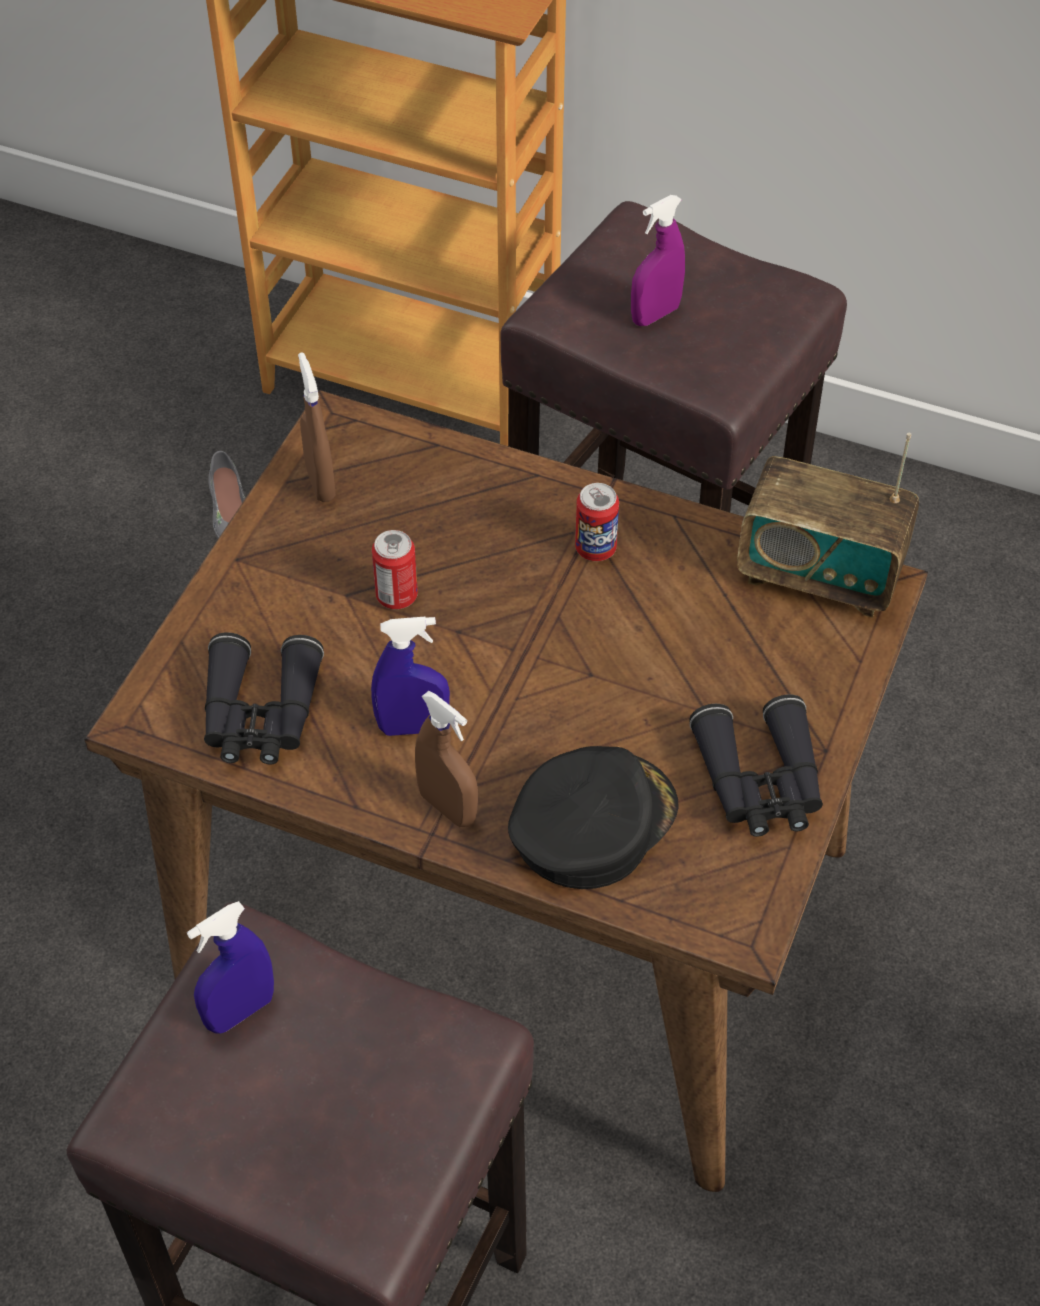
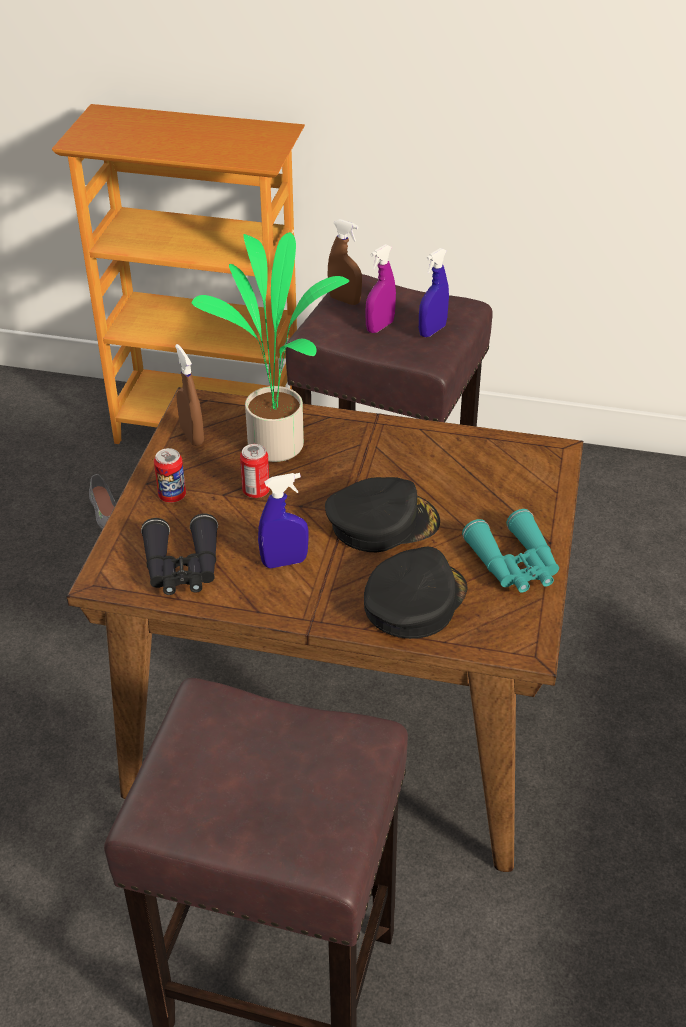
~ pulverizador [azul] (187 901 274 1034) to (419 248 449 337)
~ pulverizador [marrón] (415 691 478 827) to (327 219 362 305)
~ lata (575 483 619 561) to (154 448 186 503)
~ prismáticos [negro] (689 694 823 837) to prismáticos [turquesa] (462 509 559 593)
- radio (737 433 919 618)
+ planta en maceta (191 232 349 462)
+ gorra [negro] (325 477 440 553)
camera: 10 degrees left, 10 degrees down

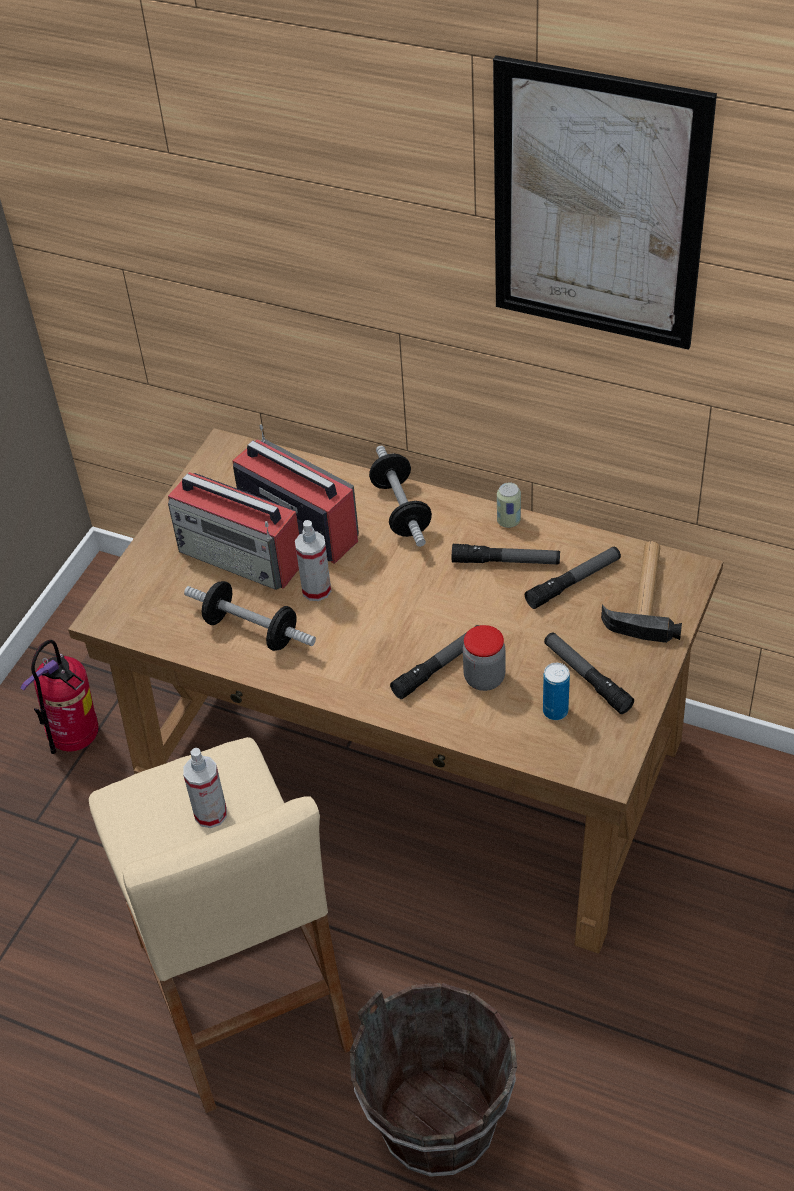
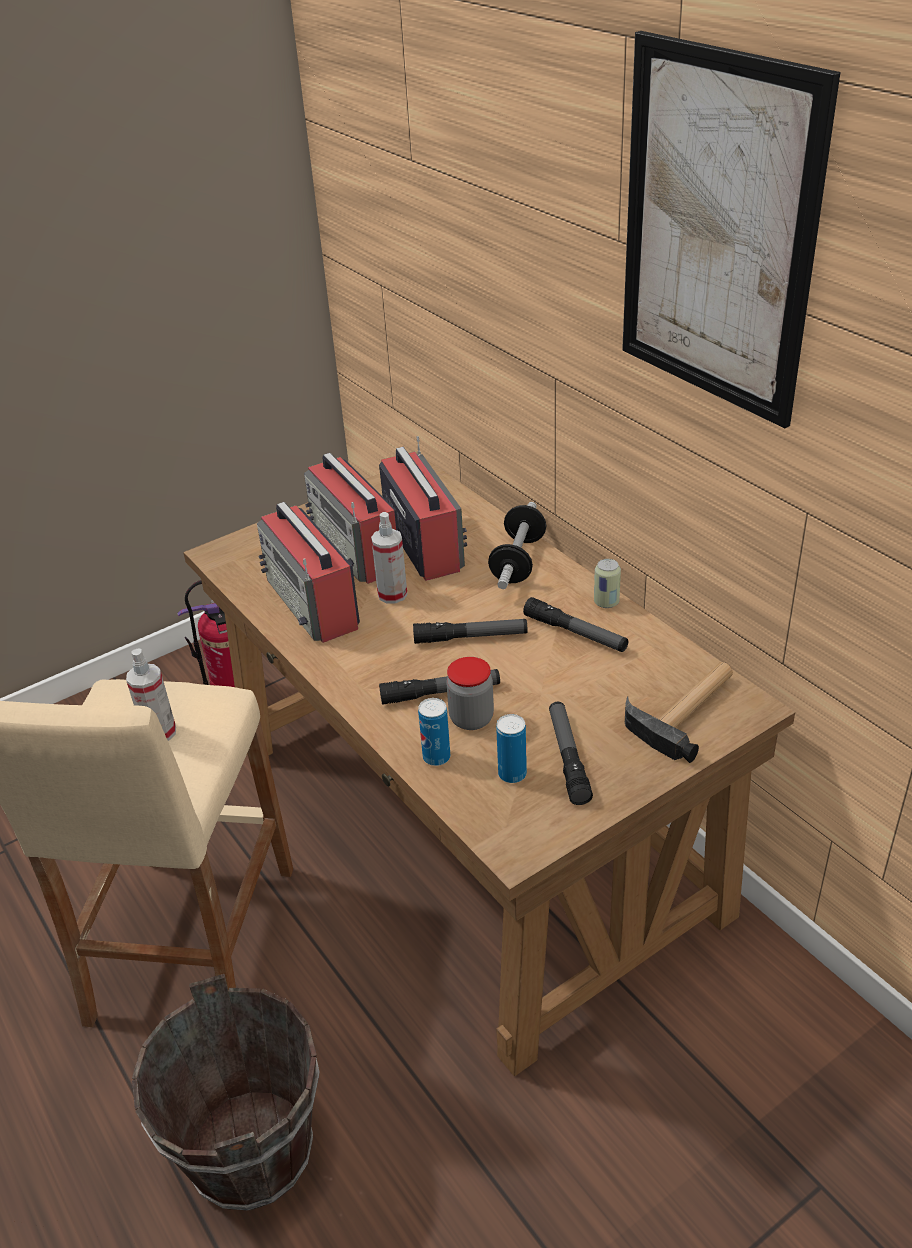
~ mancuerna (184 581 316 651) to radio (257 502 360 643)
~ linterna (525 547 621 609) to (413 619 528 644)
+ lata (418 698 450 766)
camera: 30 degrees right, 10 degrees down

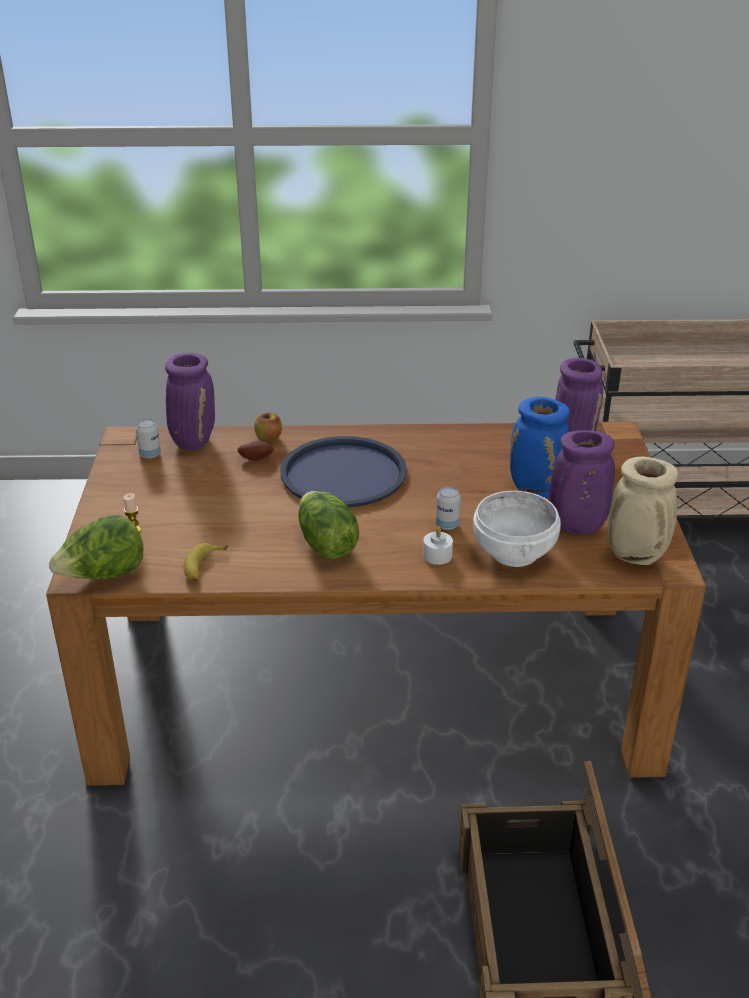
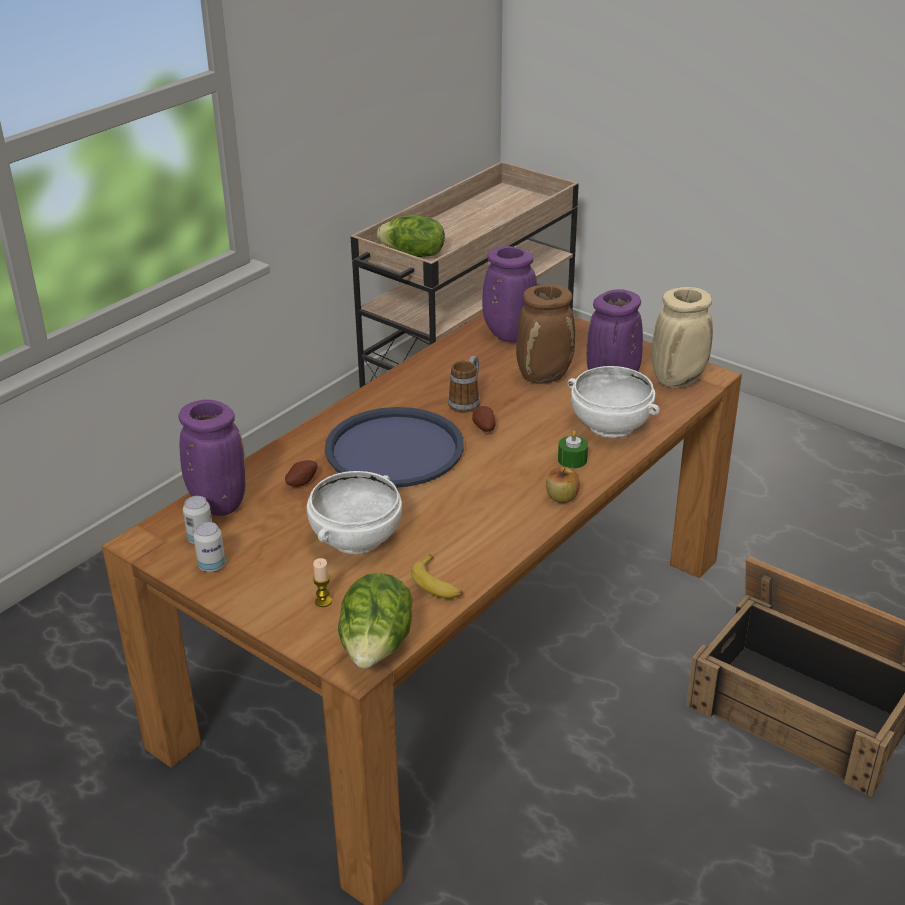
~ manzana (254 413 282 442) to (546 467 580 503)
~ lechuga (298 491 359 559) to (377 215 445 257)
~ vela [blanco] (423 527 453 565) to vela [verde] (558 430 588 468)
~ lata (436 486 461 530) to (193 522 225 572)
~ florero [azul] (510 397 570 498) to florero [marrón] (516 284 575 384)
+ cuenco [blanco] (307 471 402 554)
+ taza grande (448 356 480 413)
+ patata (472 406 496 432)
camera: 50 degrees left, 0 degrees up

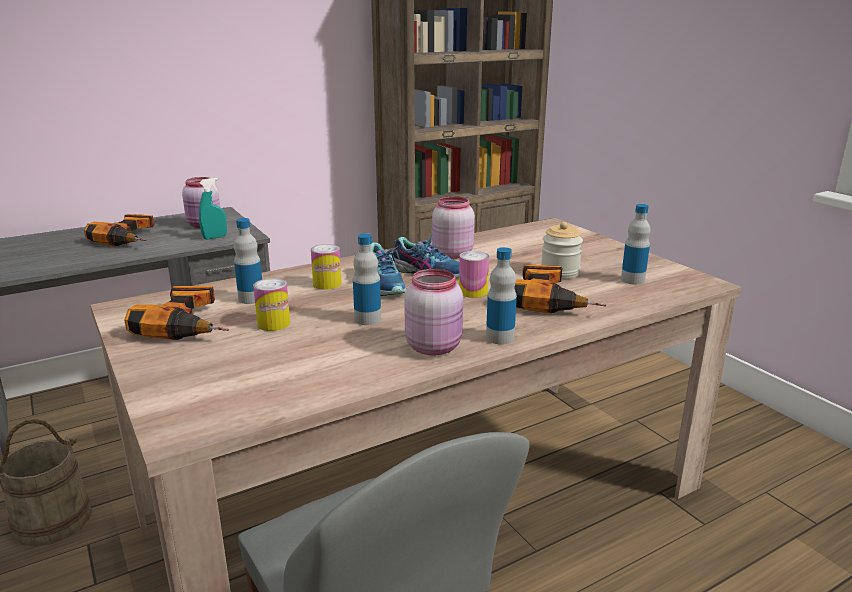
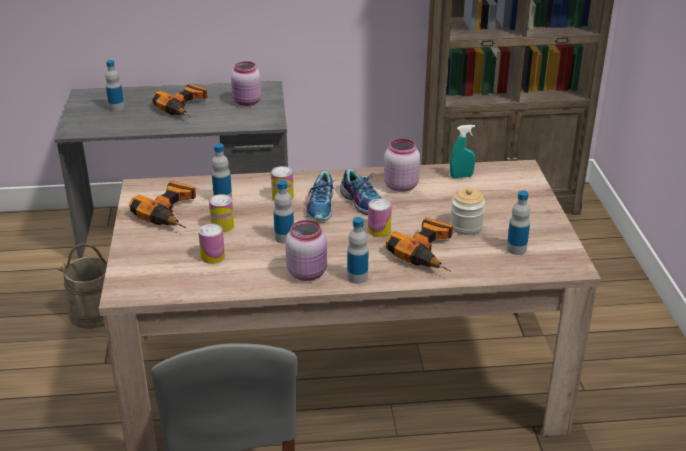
~ pulverizador [turquesa] (199 178 227 240) to (450 125 475 178)
+ botella (105 60 124 111)
+ lata (198 224 225 264)
camera: 25 degrees right, 10 degrees up

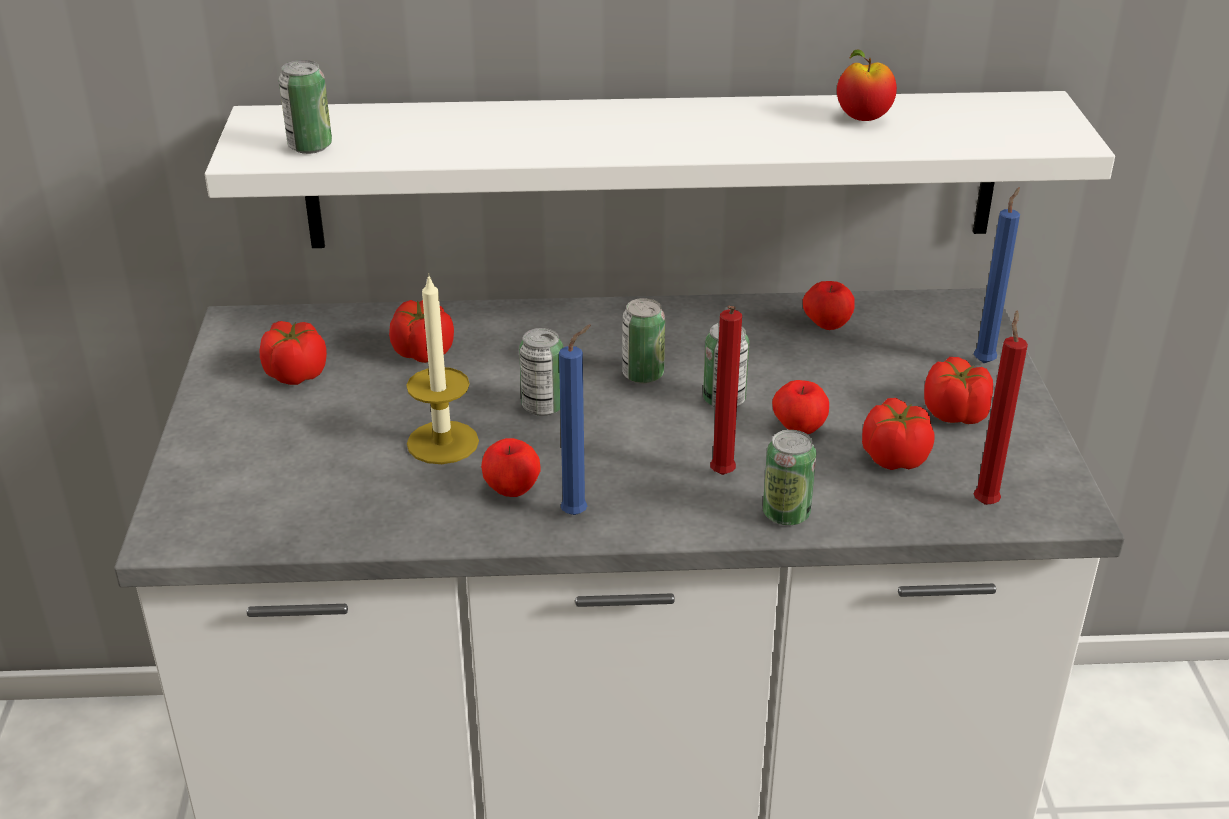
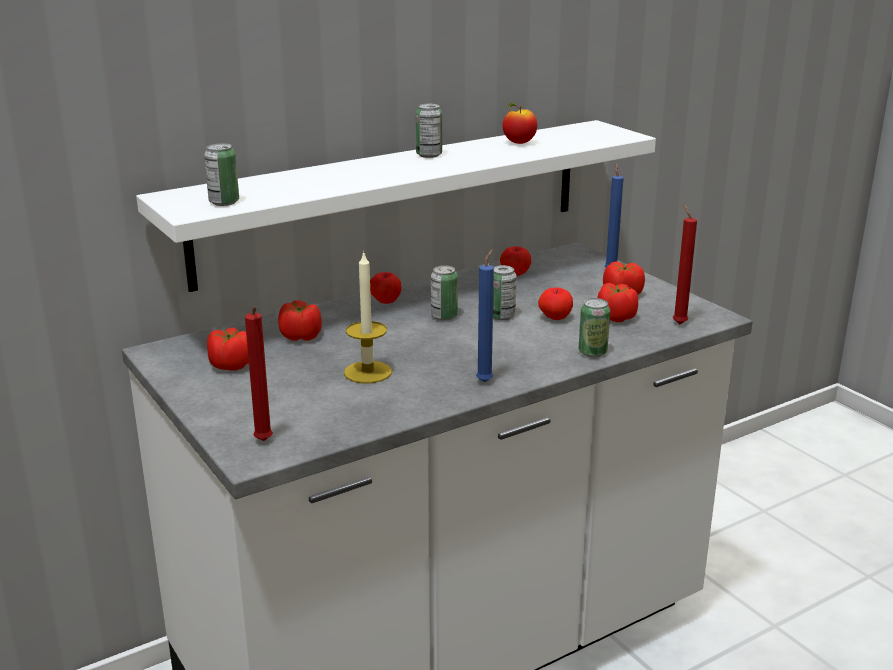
~ manzana (481 438 540 497) to (370 272 402 304)
~ lata (519 328 563 416) to (416 104 442 158)
~ vela [rojo] (710 306 742 475) to (245 307 273 441)
camera: 30 degrees left, 10 degrees down

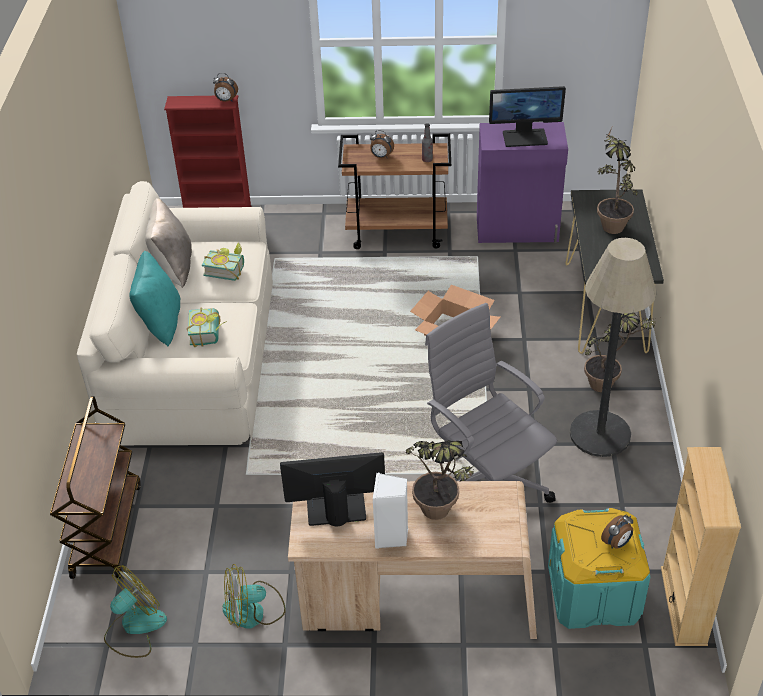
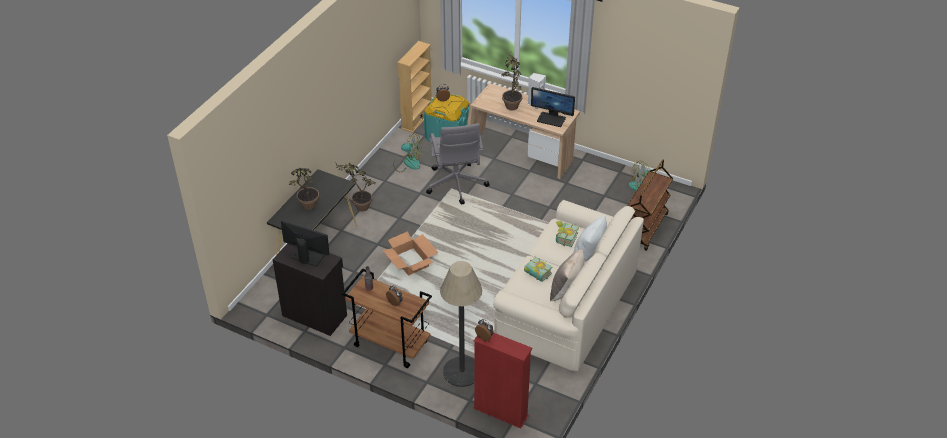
~ cojín [turquesa] (129 251 180 347) to cojín [blanco] (574 216 607 262)
~ ventilador (222 564 286 629) to (393 133 421 172)
~ armario [morado] (477 122 568 243) to armario [negro] (273 243 347 336)
~ lámpara de pie (570 238 657 457) to (440 261 482 387)
camera: 155 degrees left, 0 degrees up

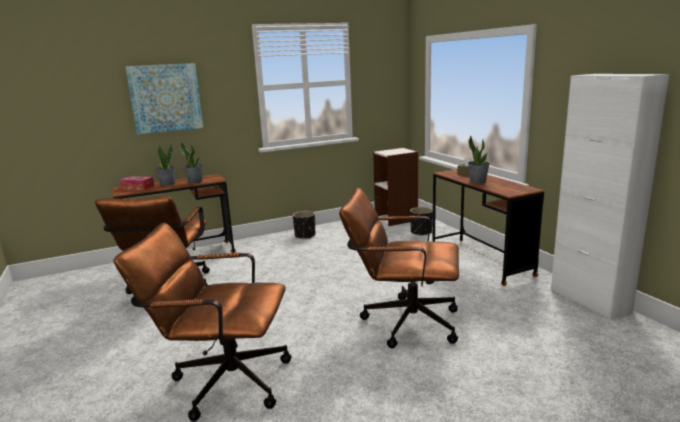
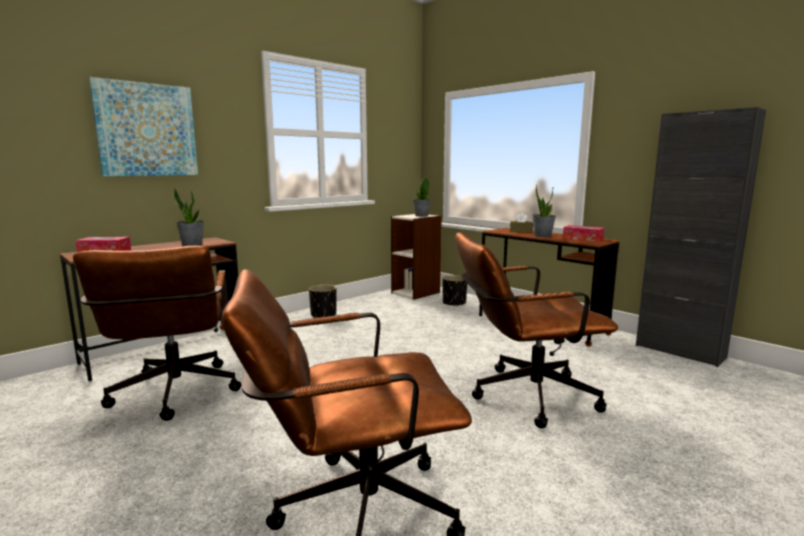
~ planta en maceta (155 144 175 186) to (413 176 431 217)
~ armario [blanco] (551 74 669 320) to armario [negro] (636 107 766 367)
+ caja de pañuelos (563 225 604 242)
camera: 20 degrees left, 5 degrees down

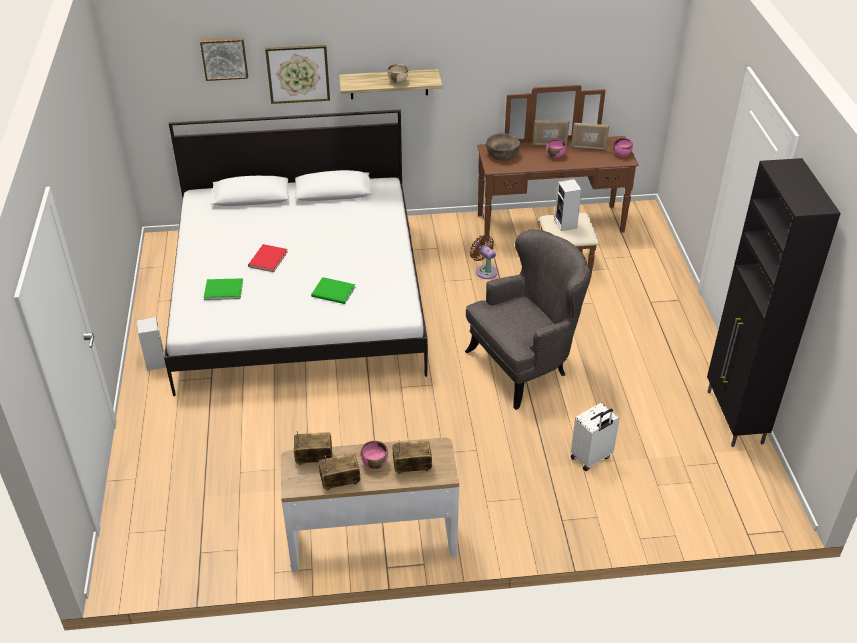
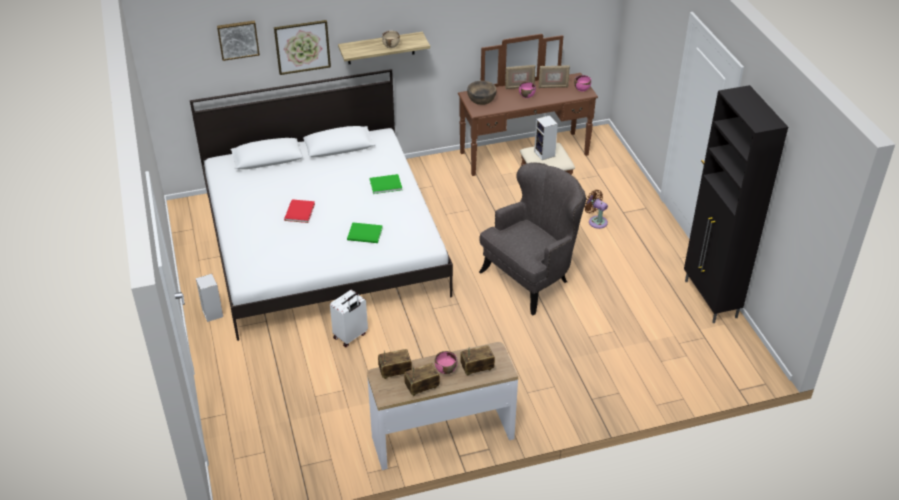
~ libro [verde] (204 278 243 300) to (369 174 402 194)
~ ventilador [marrón] (470 235 498 279) to (584 190 608 229)
~ maleta [blanco] (571 403 620 471) to (330 290 368 347)
camera: 10 degrees left, 0 degrees up

